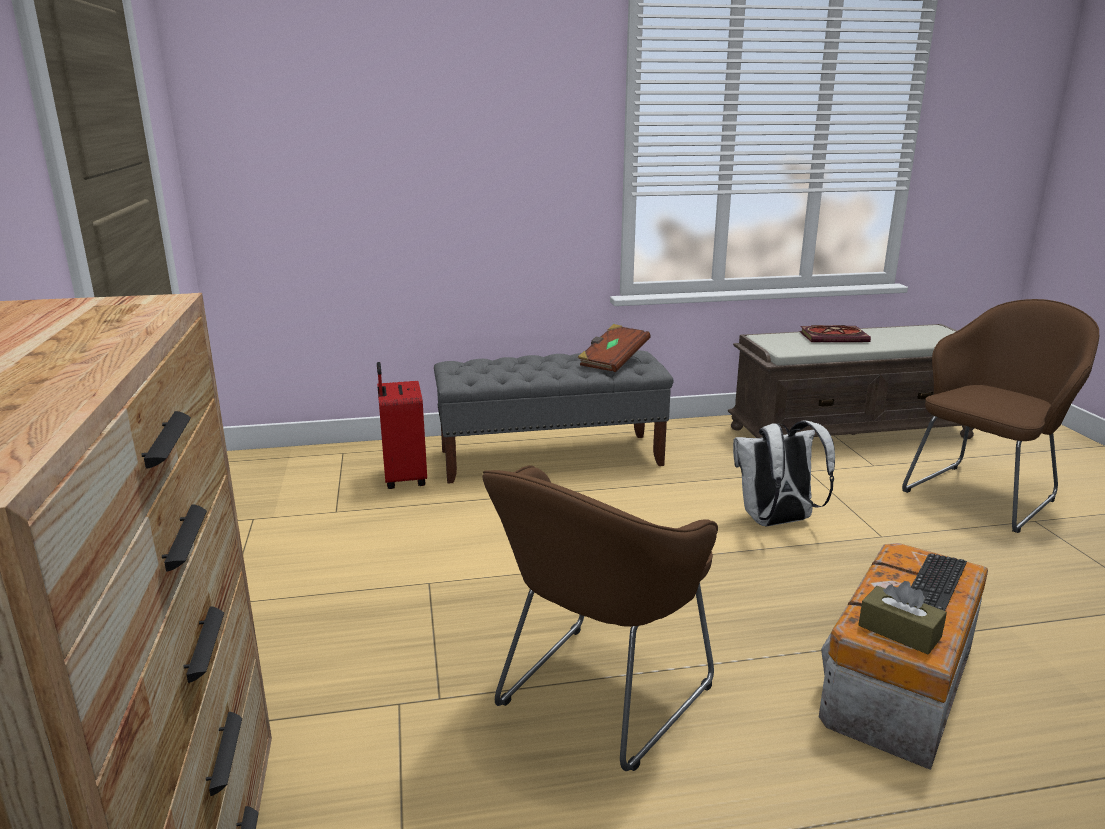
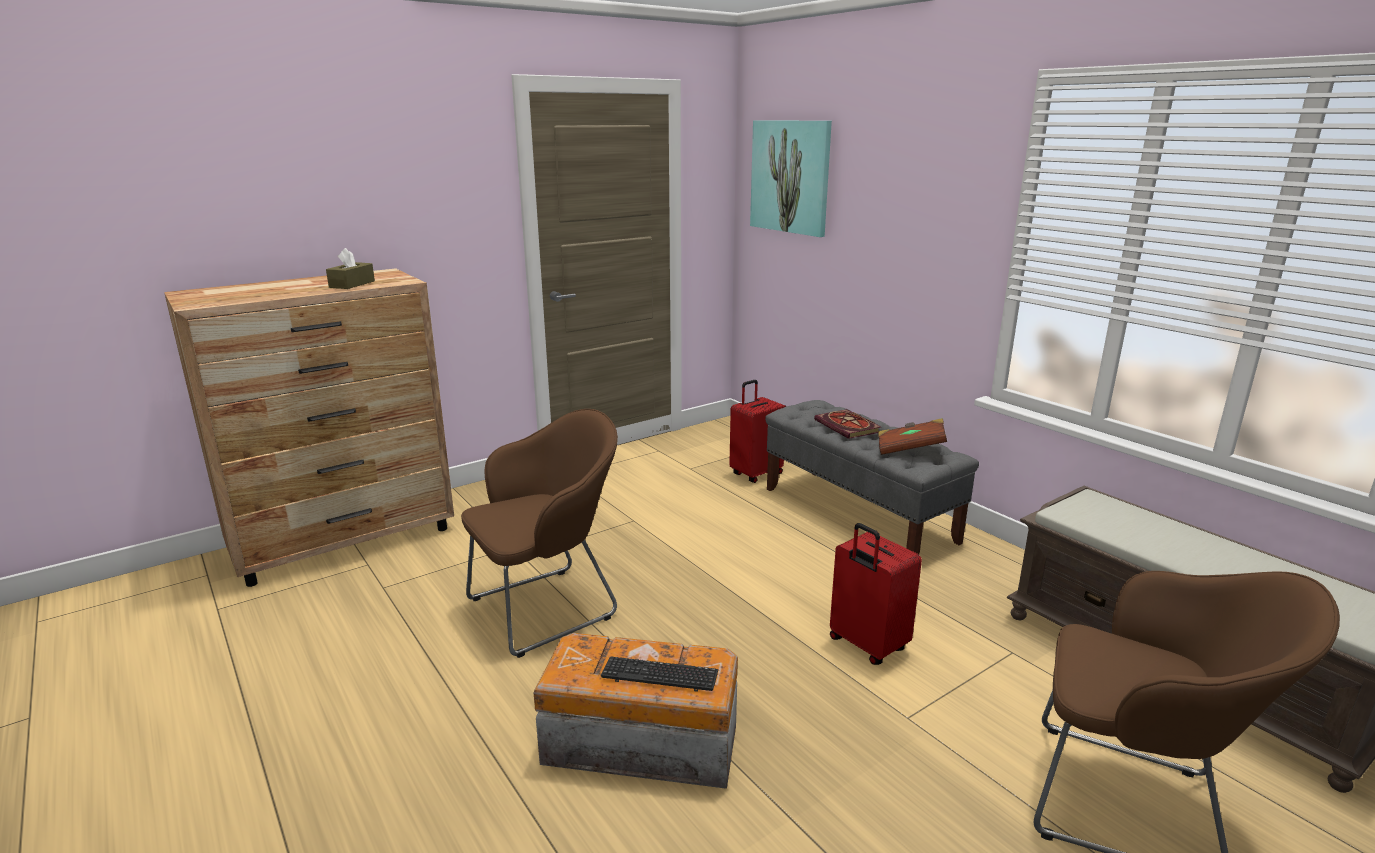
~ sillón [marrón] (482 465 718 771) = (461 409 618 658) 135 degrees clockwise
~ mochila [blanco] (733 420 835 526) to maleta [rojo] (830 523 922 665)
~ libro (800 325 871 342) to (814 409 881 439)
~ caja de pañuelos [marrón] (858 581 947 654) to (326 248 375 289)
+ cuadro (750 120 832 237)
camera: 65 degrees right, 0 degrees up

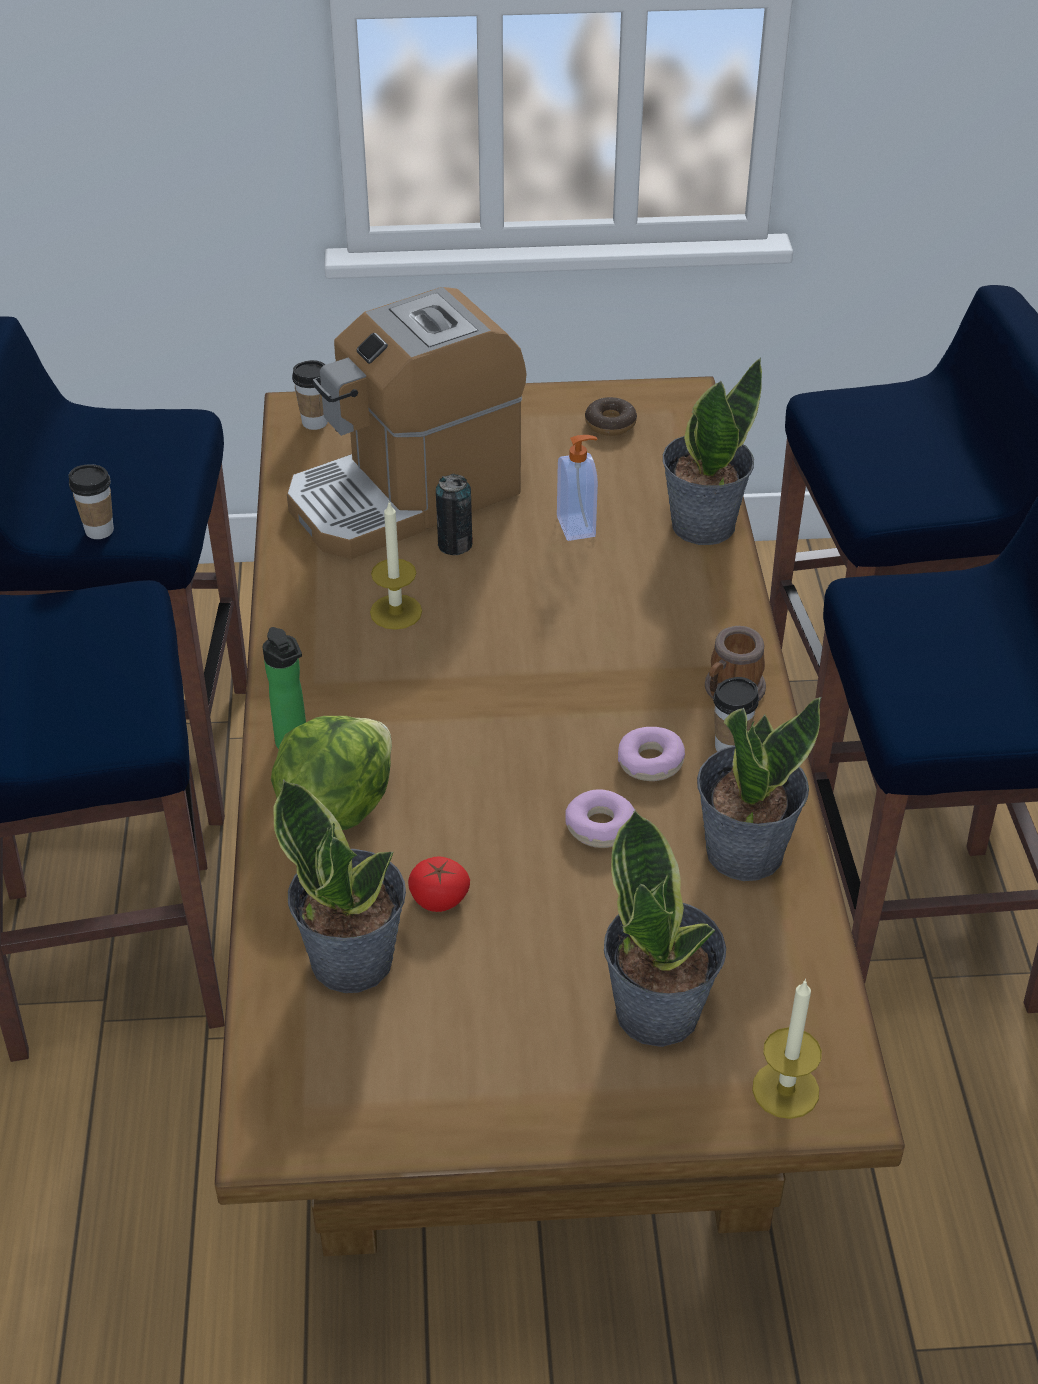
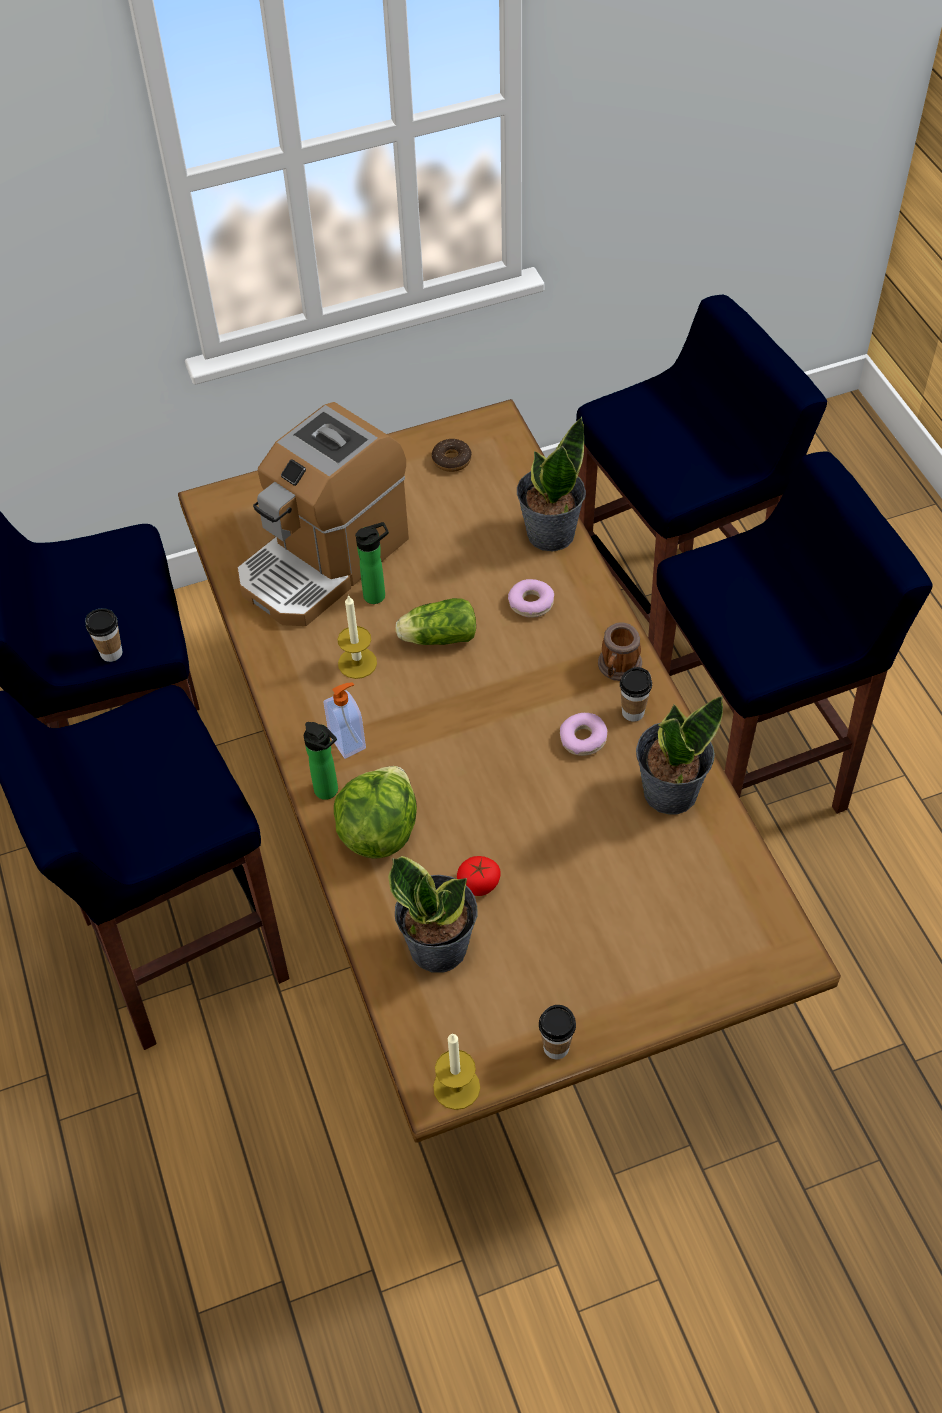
~ taza (292 360 328 430) to (539 1005 576 1059)
~ lata (436 474 473 555) to botella (355 522 389 604)
~ dispensador de jabón (557 435 598 541) to (324 683 366 759)
~ rosquilla (565 789 635 848) to (508 579 554 618)
- planta en maceta (604 809 726 1047)
~ vela (752 979 822 1119) to (433 1033 480 1110)
+ lechuga (395 598 476 645)
camera: 15 degrees left, 10 degrees up

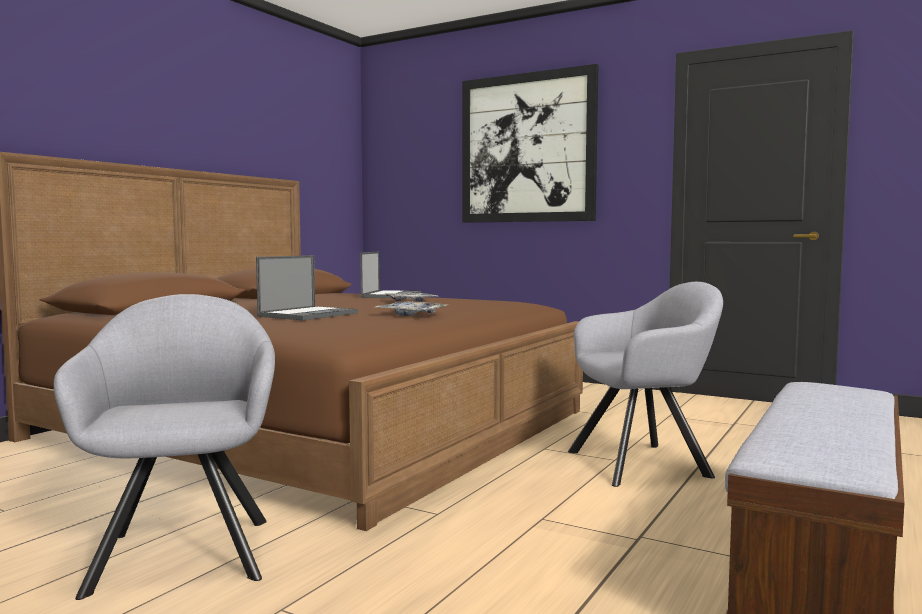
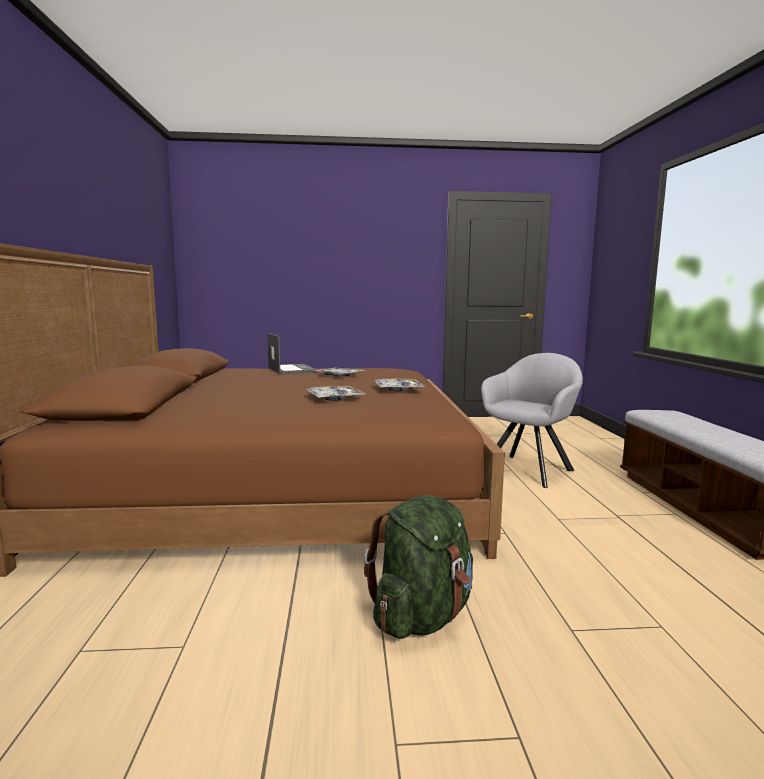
~ sillón [gris] (54 294 275 600) to mochila [verde] (364 495 473 639)
~ portátil (256 255 358 320) to bandeja (306 386 365 401)
- cuadro (462 64 598 223)
camera: 35 degrees left, 5 degrees up

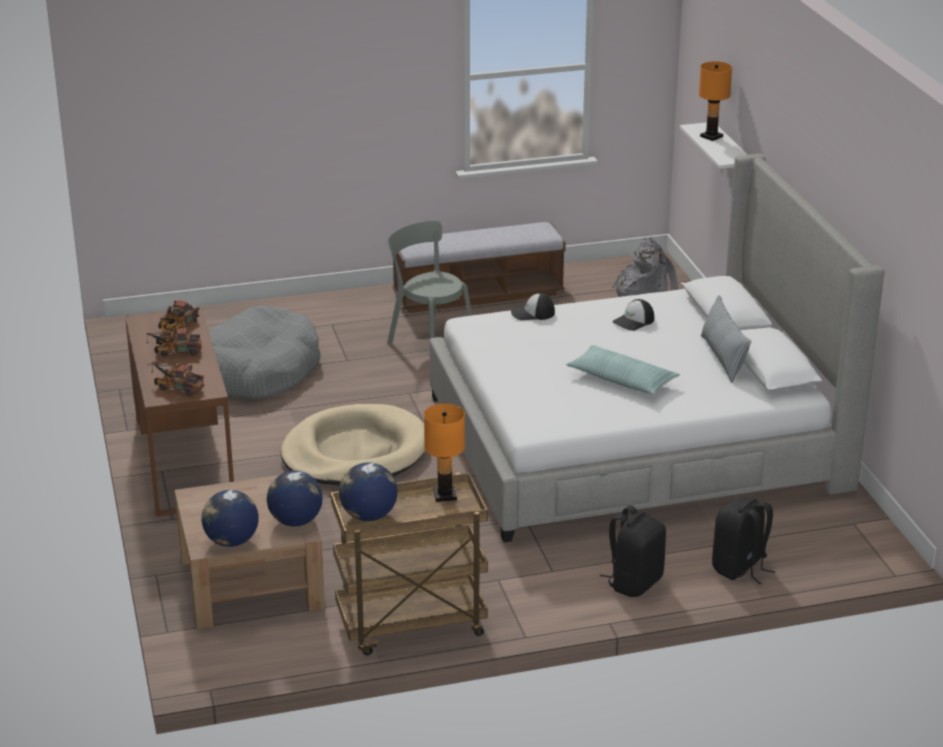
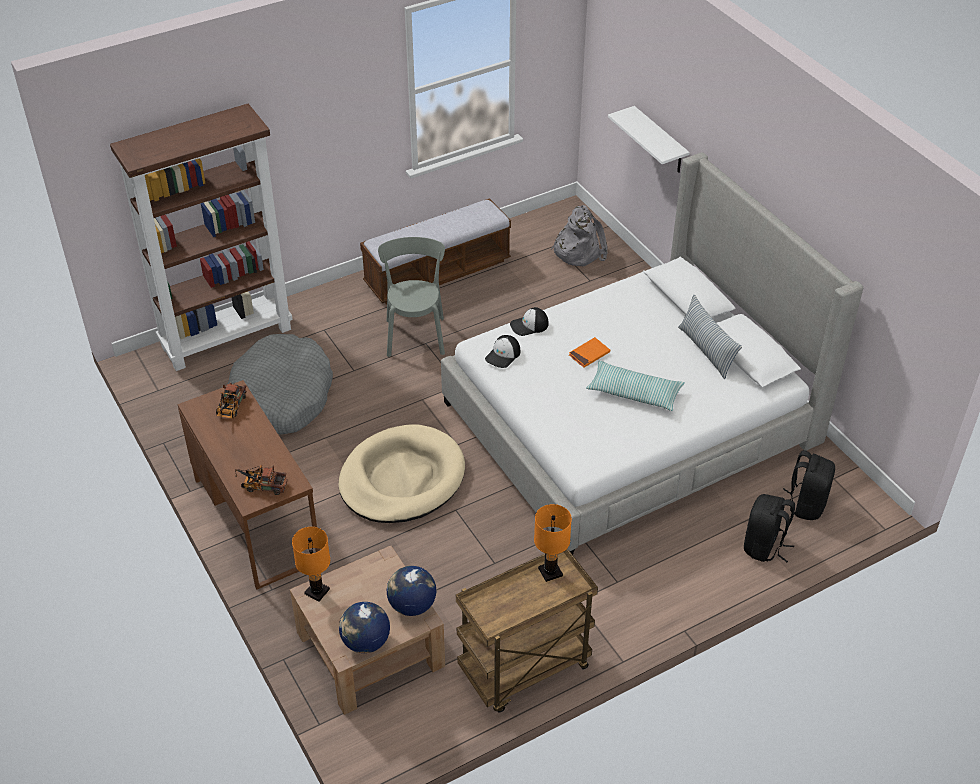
- camión de juguete (146 327 202 357)
- globo terráqueo (339 462 398 521)
~ silla [gris] (387 220 472 344) = (378 237 445 357) 60 degrees clockwise
~ mochila [negro] (600 505 666 597) to (783 450 835 520)
~ gorra (613 299 654 331) to (485 335 520 368)
~ lámpara de mesa [naranja] (699 61 732 141) to (292 527 330 601)
+ estantería [marrón] (110 104 293 371)
+ libro [naranja] (569 337 610 368)
camera: 15 degrees left, 15 degrees up

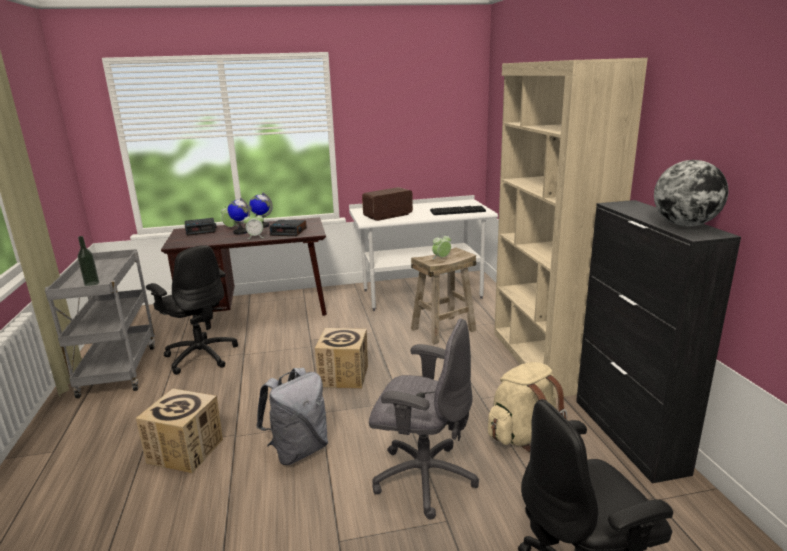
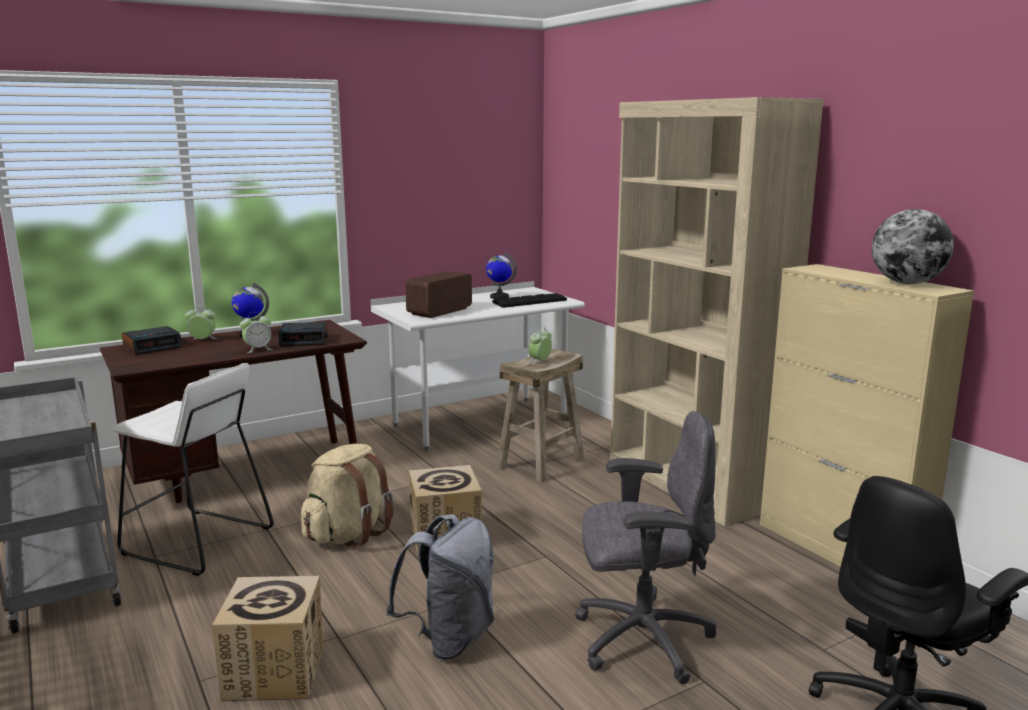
- botella (78 236 99 286)
~ silla de oficina [negro] (146 245 238 375) to taburete [blanco] (112 363 274 576)
~ globo terráqueo (227 198 250 235) to (486 252 517 299)
~ mochila [beis] (488 362 567 452) to (301 444 394 548)
~ armario [negro] (576 200 741 483) to armario [beis] (760 264 974 567)
camera: 20 degrees left, 5 degrees down

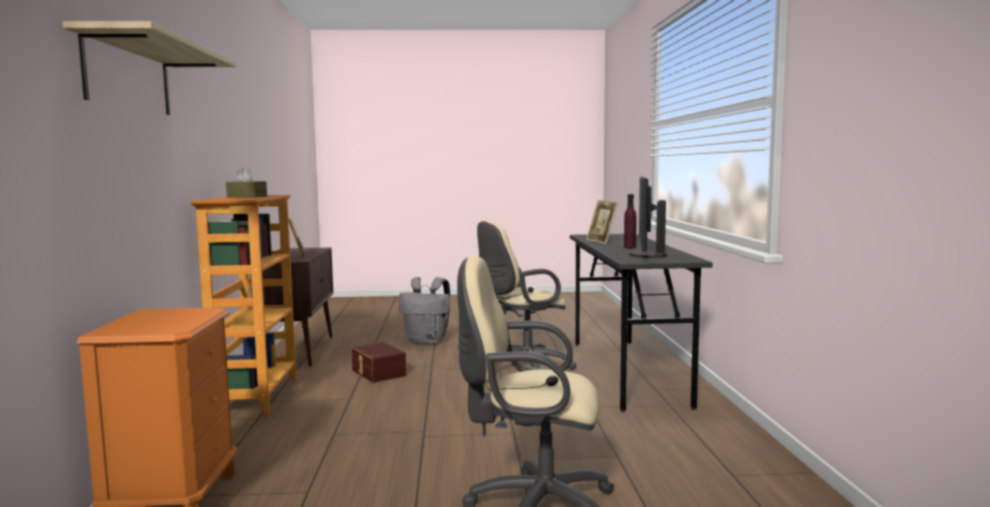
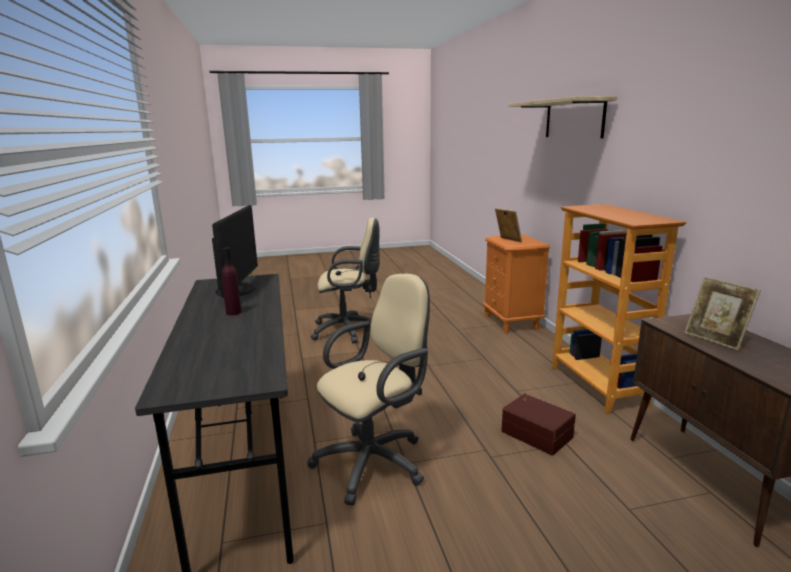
- caja de pañuelos [marrón] (226 167 267 197)
- mochila [gris] (399 277 450 344)
~ portarretratos (586 200 618 244) to (495 208 522 242)
camera: 170 degrees right, 10 degrees up

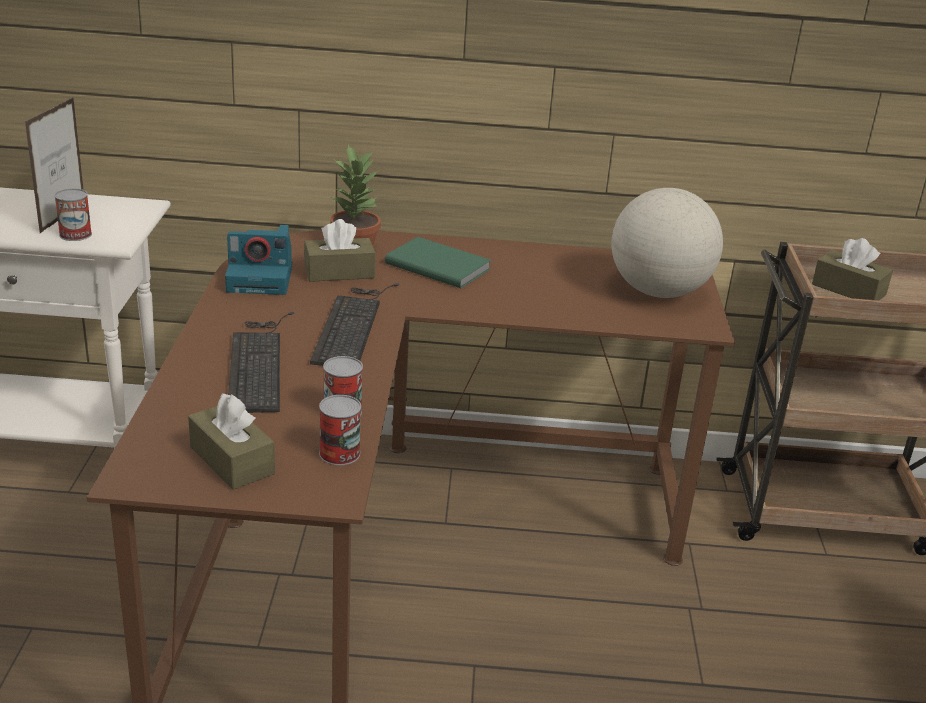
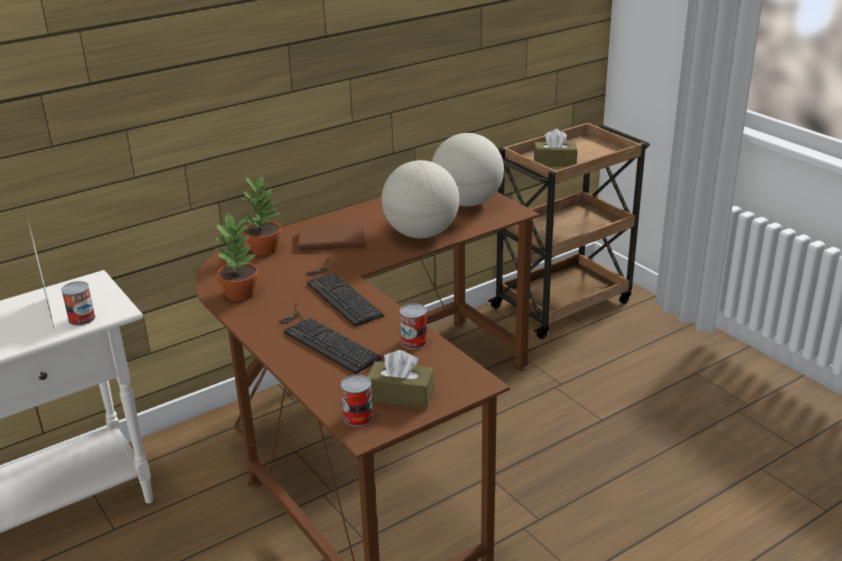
~ cámara (225 225 292 295) to planta en maceta (216 213 259 301)
- caja de pañuelos [marrón] (304 219 376 282)
~ lata (319 395 361 465) to (341 375 373 426)
~ libro [verde] (385 237 491 288) to libro [marrón] (299 222 365 251)
+ globo terráqueo (382 160 459 238)
camera: 35 degrees left, 0 degrees up

